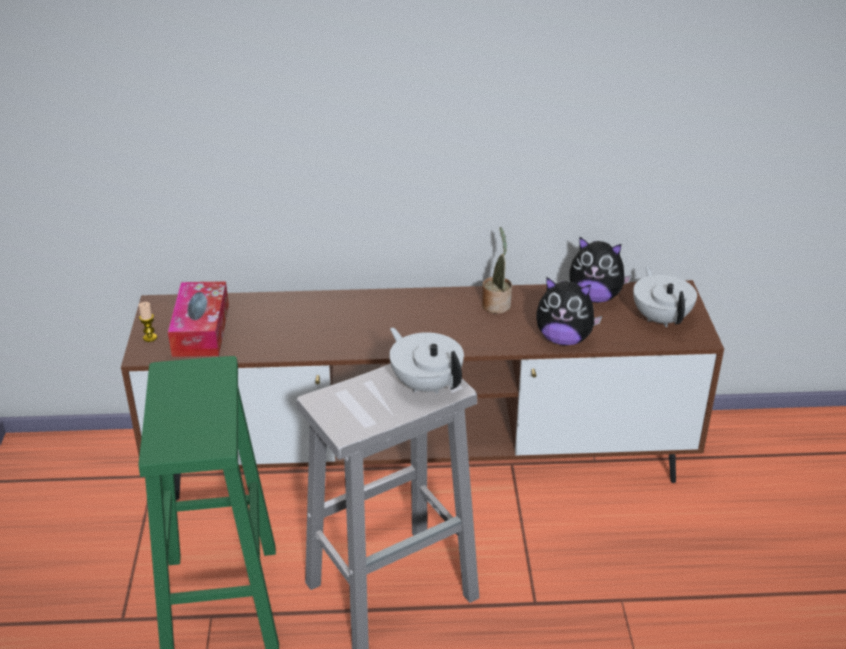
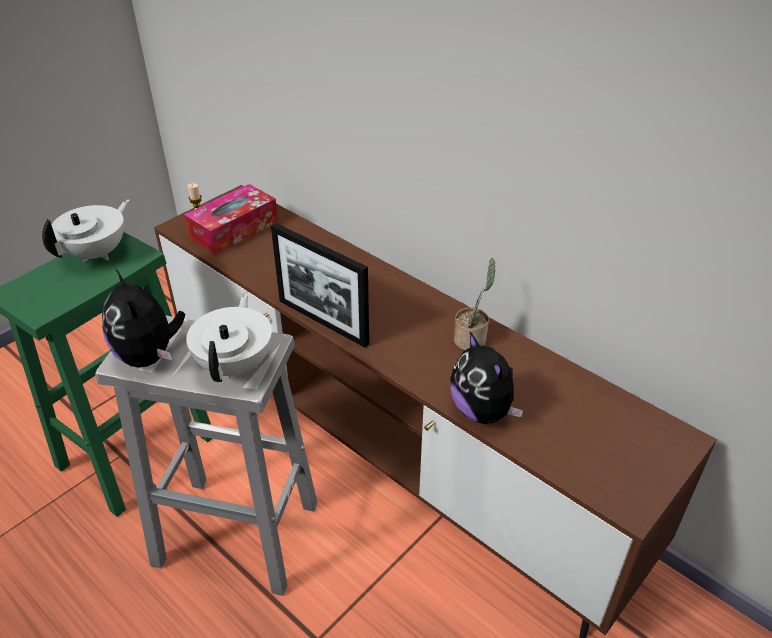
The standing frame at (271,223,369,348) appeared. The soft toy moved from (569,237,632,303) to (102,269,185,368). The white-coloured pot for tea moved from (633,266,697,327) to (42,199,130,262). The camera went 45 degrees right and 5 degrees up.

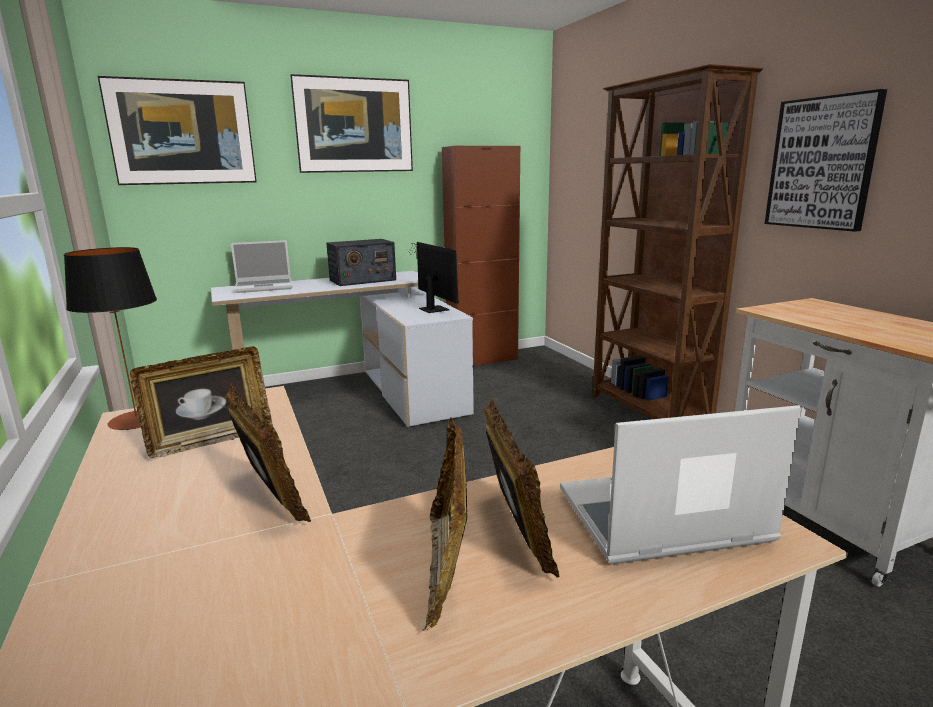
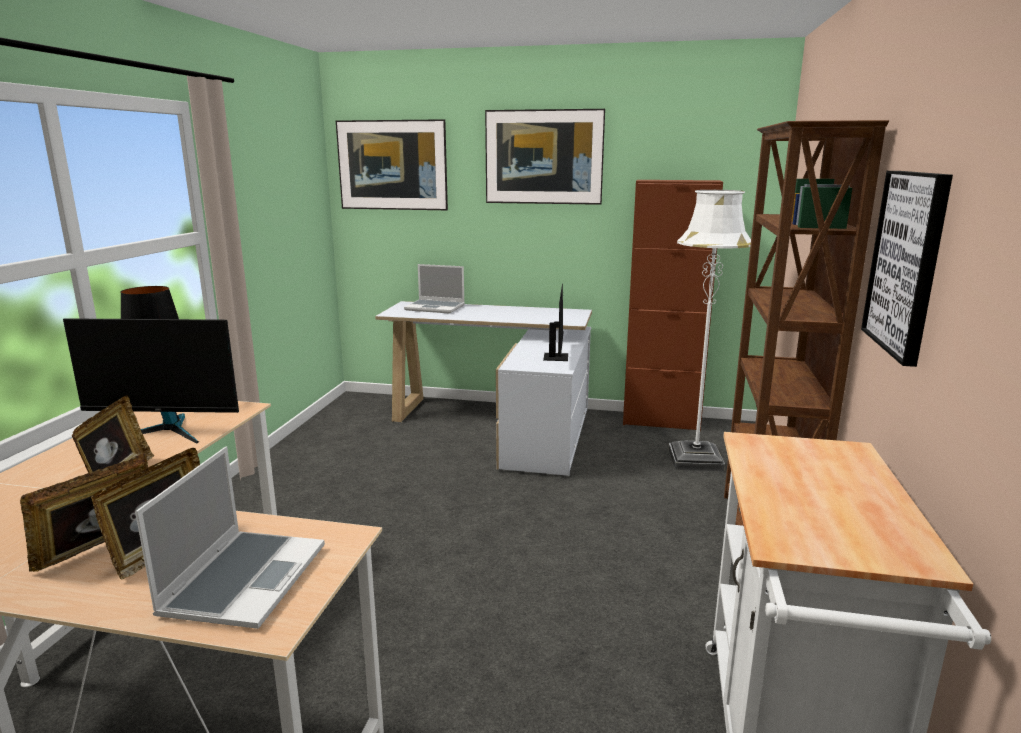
The radio receiver at (326,239,396,286) disappeared. The white-coloured floor lamp at (668,190,751,472) appeared. The standing frame at (130,347,273,458) was replaced by the computer screen at (63,318,239,444). The portable computer at (560,405,801,564) turned 75 degrees clockwise. The camera went 35 degrees right and 0 degrees up.

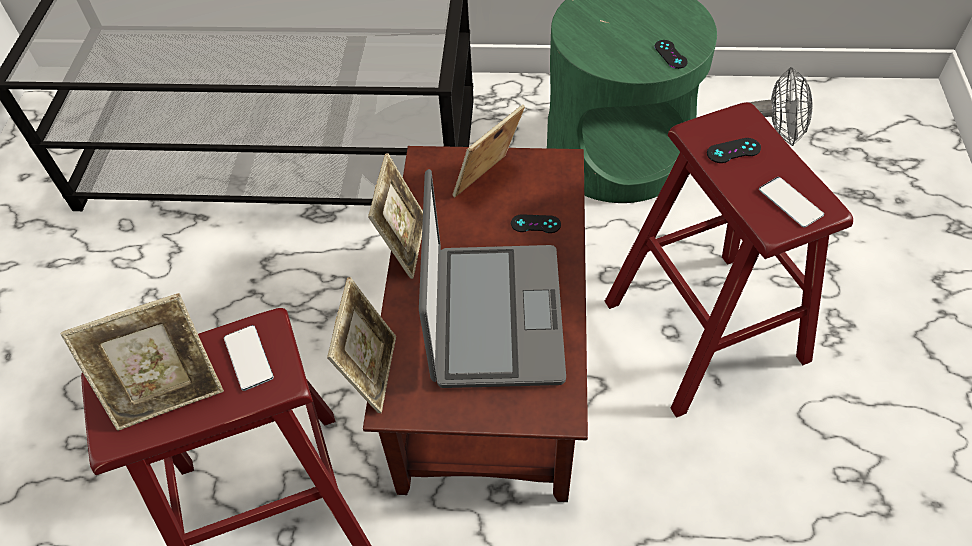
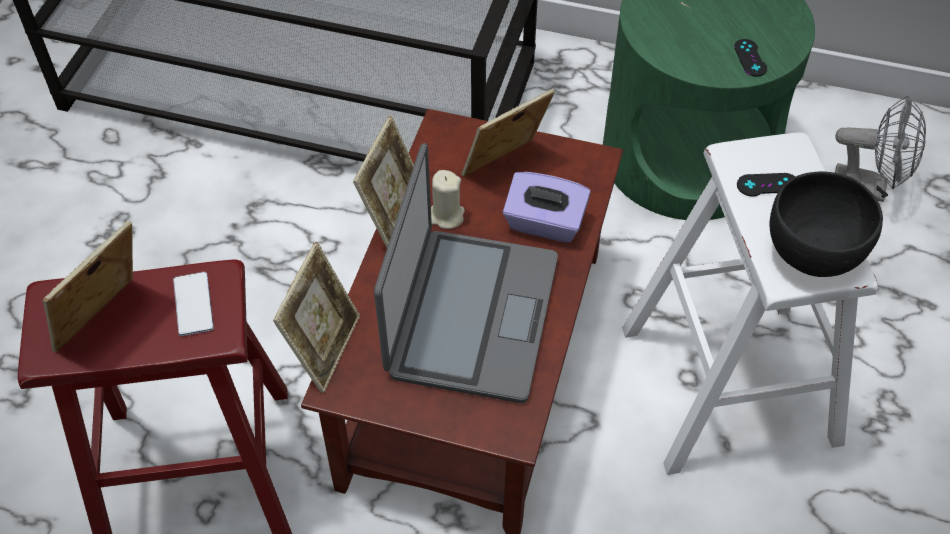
The sand-coloured wax light at (431,170,465,229) appeared. The black gamepad at (511,214,561,233) was replaced by the purple-coloured tissue holder at (503,172,591,243). The telephone at (759,177,824,227) was replaced by the black serving bowl at (769,172,883,277). The reddish stool at (605,102,853,418) became the white-coloured stool at (622,132,878,475). The standing frame at (61,293,224,431) turned 135 degrees clockwise. The camera went 10 degrees right and 0 degrees up.

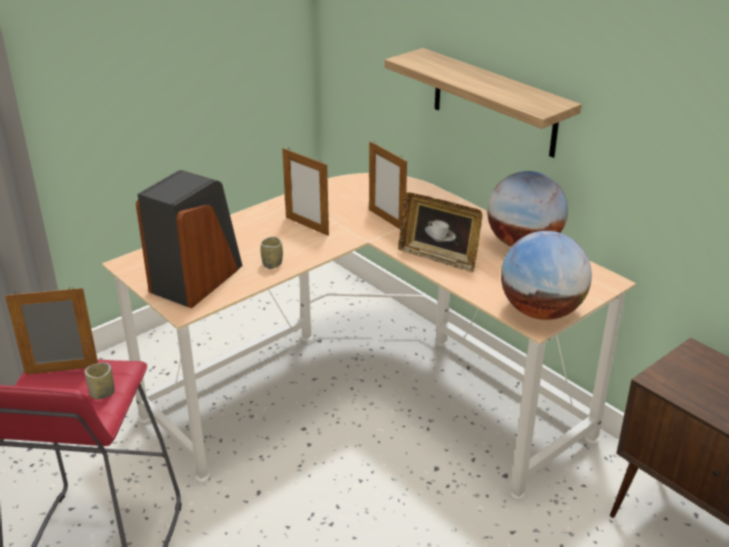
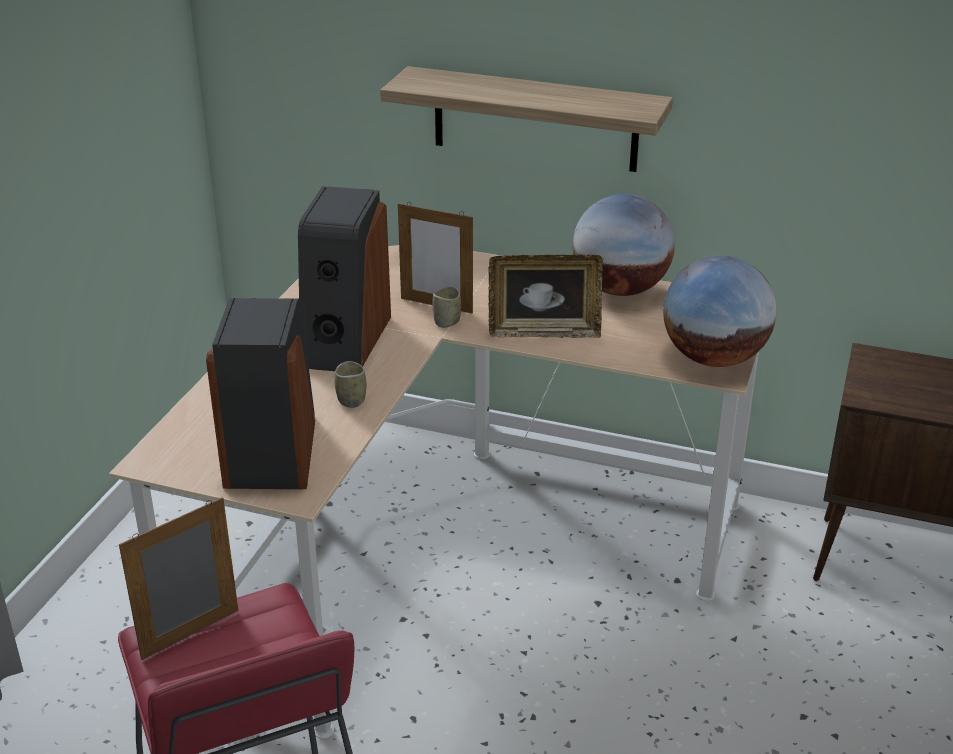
The cup moved from (84,363,115,399) to (432,286,461,328). The standing frame at (282,148,329,236) was replaced by the loudspeaker at (298,186,391,371). The camera went 30 degrees left and 0 degrees up.

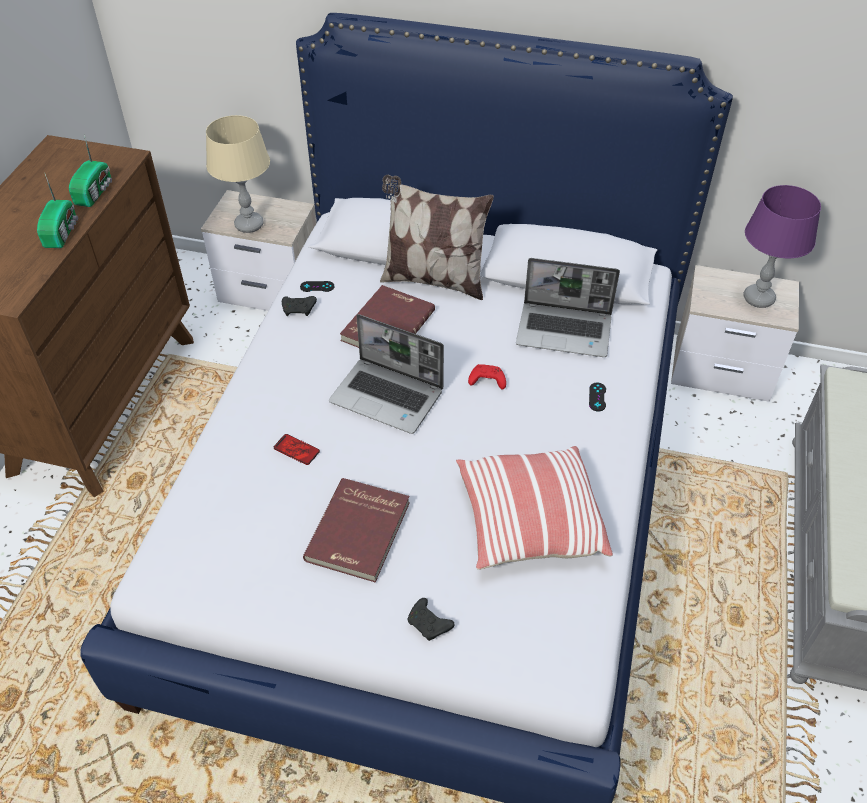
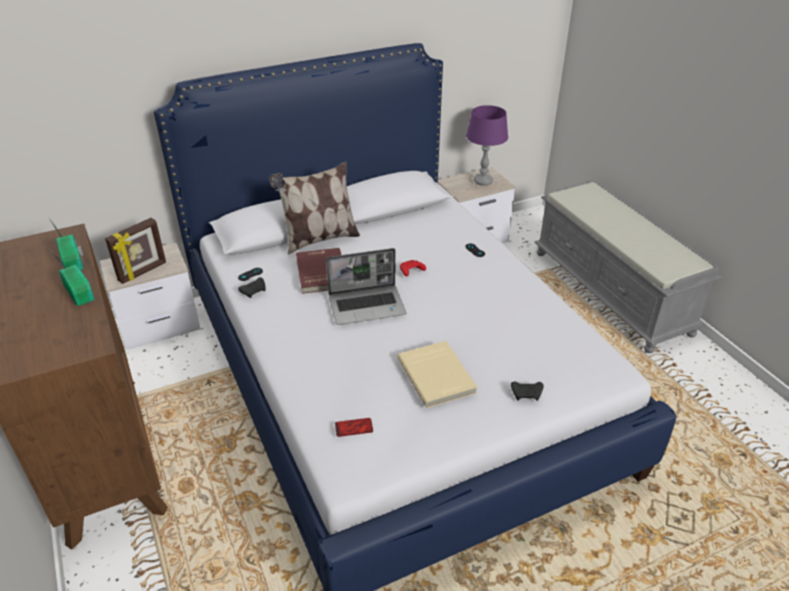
The throw pillow at (456,446,613,570) disappeared. The portable computer at (516,258,620,357) disappeared. The telephone moved from (274,434,320,465) to (335,418,373,437). The sand-coloured lamp for a table at (206,115,270,233) was replaced by the standing frame at (105,218,166,284). The reddish bound book at (303,478,410,582) became the sand-coloured bound book at (397,341,477,408). The camera went 40 degrees left and 10 degrees down.

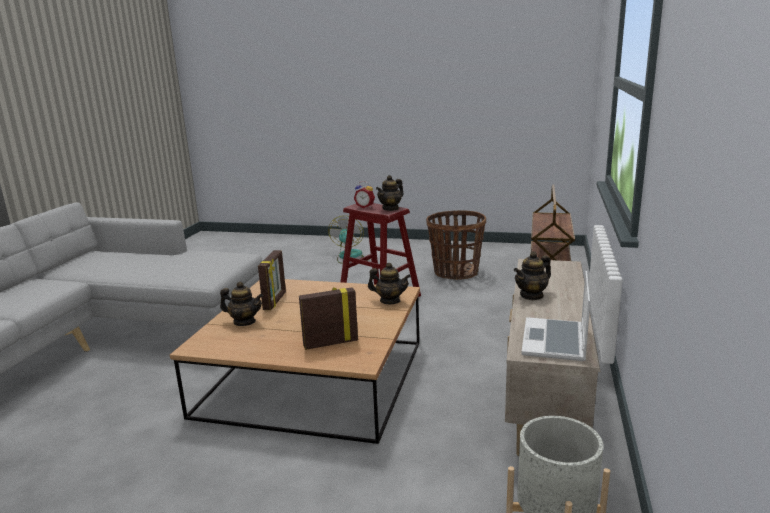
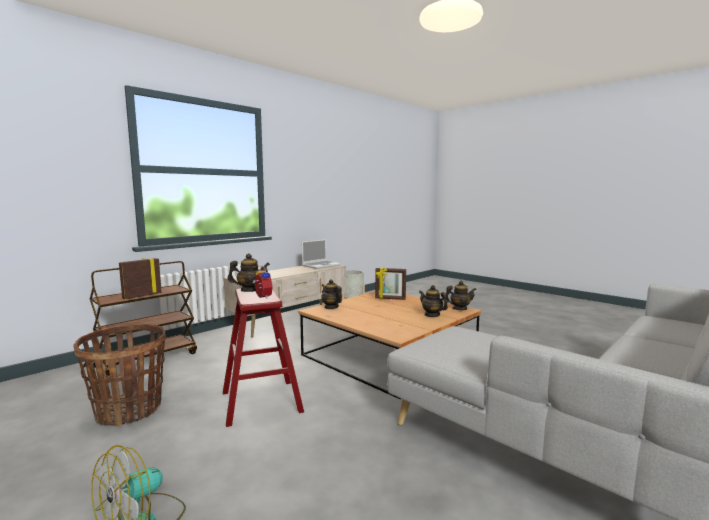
The standing frame moved from (258,250,286,310) to (119,258,162,299). The pot for tea moved from (514,251,551,300) to (446,280,476,310). The camera went 150 degrees left and 10 degrees down.

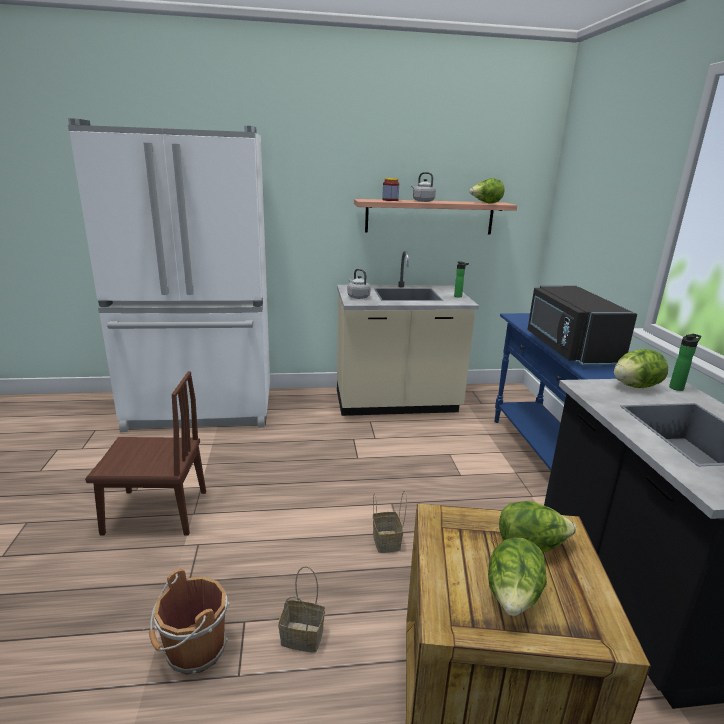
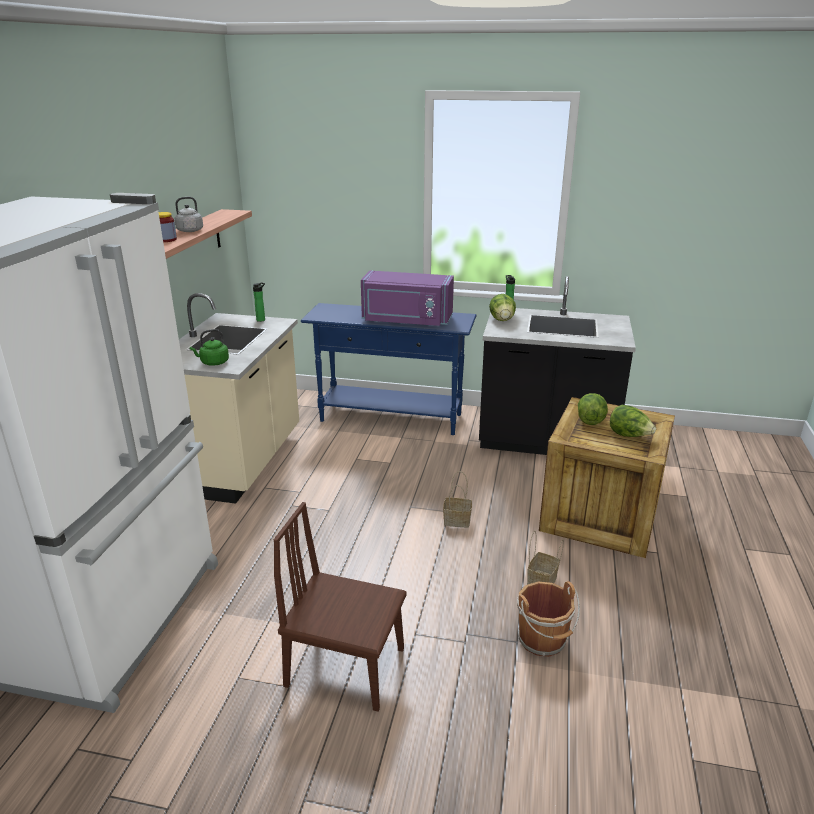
The lettuce at (469,178,504,204) disappeared. The grey kettle at (347,269,371,299) became the green-coloured kettle at (190,329,229,366). The black kitchen microwave at (527,286,637,365) became the purple-coloured kitchen microwave at (361,271,454,326). The brown-coloured upright chair at (85,371,206,535) turned 90 degrees counterclockwise. The camera went 70 degrees left and 5 degrees up.

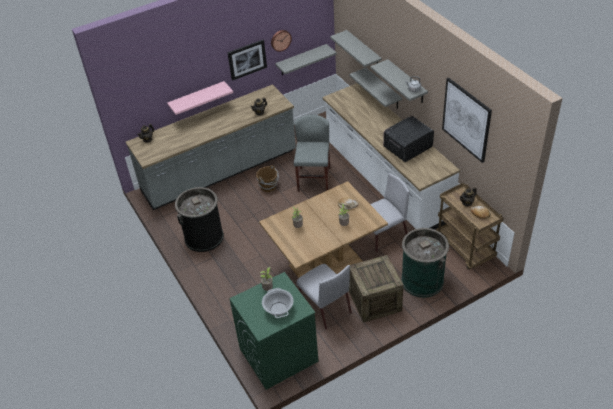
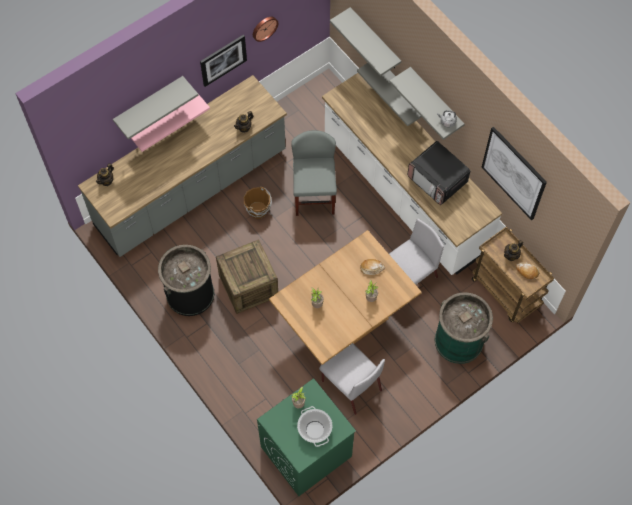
The grey shelf moved from (275,44,337,75) to (113,76,199,140). The crate moved from (349,255,403,323) to (216,239,278,314). The kitchen microwave at (383,116,434,162) turned 90 degrees counterclockwise. The camera went 10 degrees left and 20 degrees up.

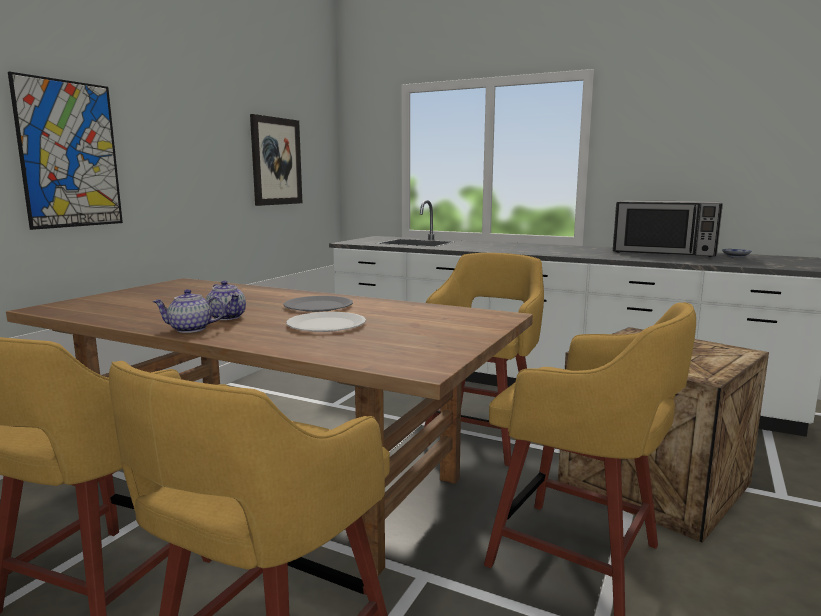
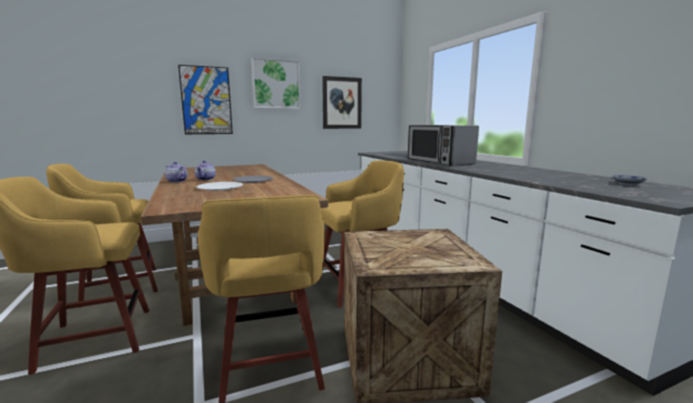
The wall picture at (251,57,301,109) appeared. The kitchen microwave moved from (613,200,723,257) to (408,125,479,166). The camera went 40 degrees right and 0 degrees up.

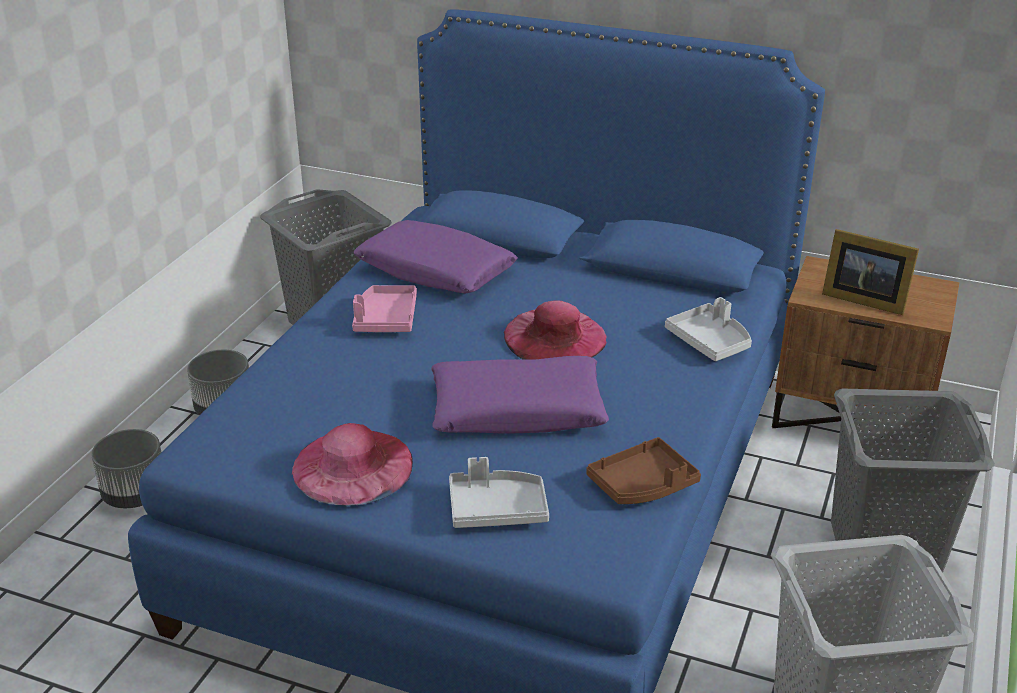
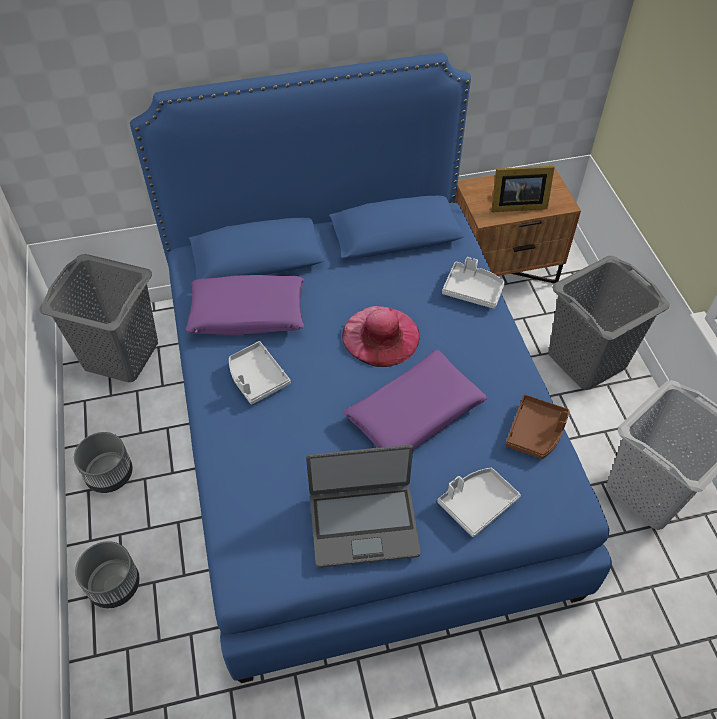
The pink wearable hat at (292,423,413,506) was replaced by the portable computer at (306,445,421,568). The pink tray at (352,285,417,332) became the grey tray at (229,341,291,405). The camera went 35 degrees left and 20 degrees up.

